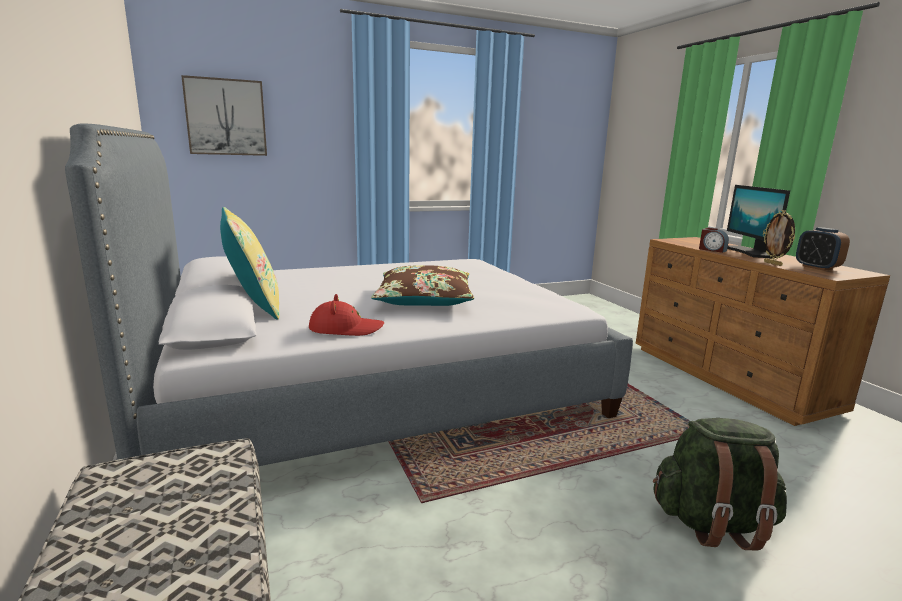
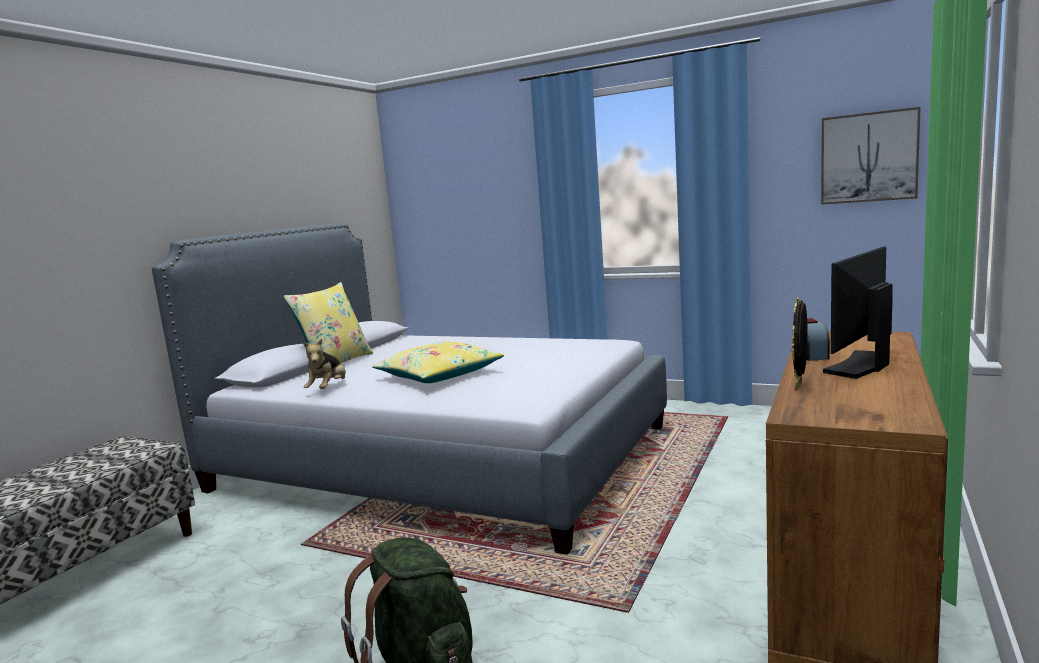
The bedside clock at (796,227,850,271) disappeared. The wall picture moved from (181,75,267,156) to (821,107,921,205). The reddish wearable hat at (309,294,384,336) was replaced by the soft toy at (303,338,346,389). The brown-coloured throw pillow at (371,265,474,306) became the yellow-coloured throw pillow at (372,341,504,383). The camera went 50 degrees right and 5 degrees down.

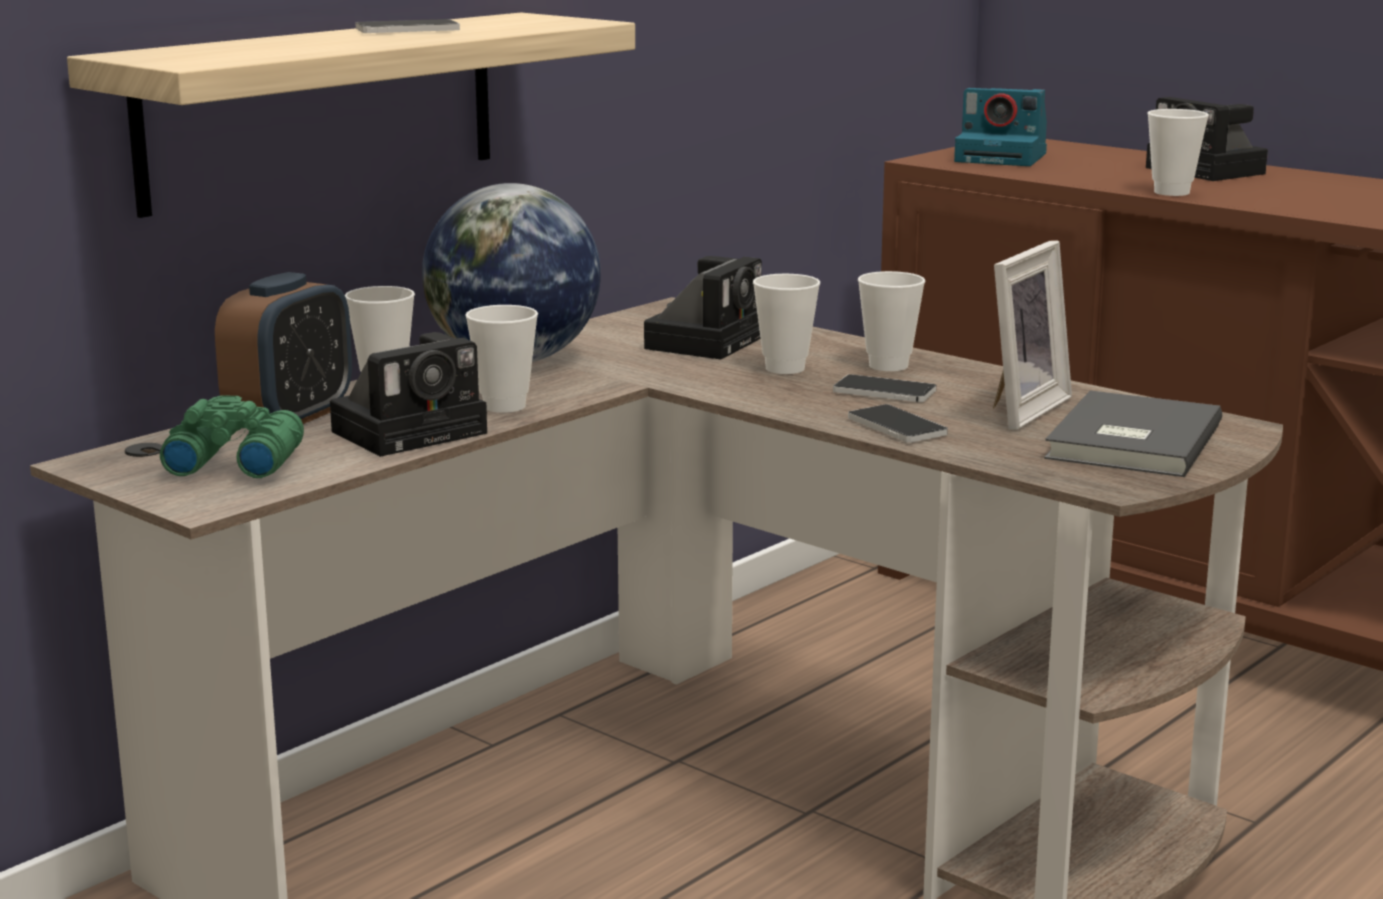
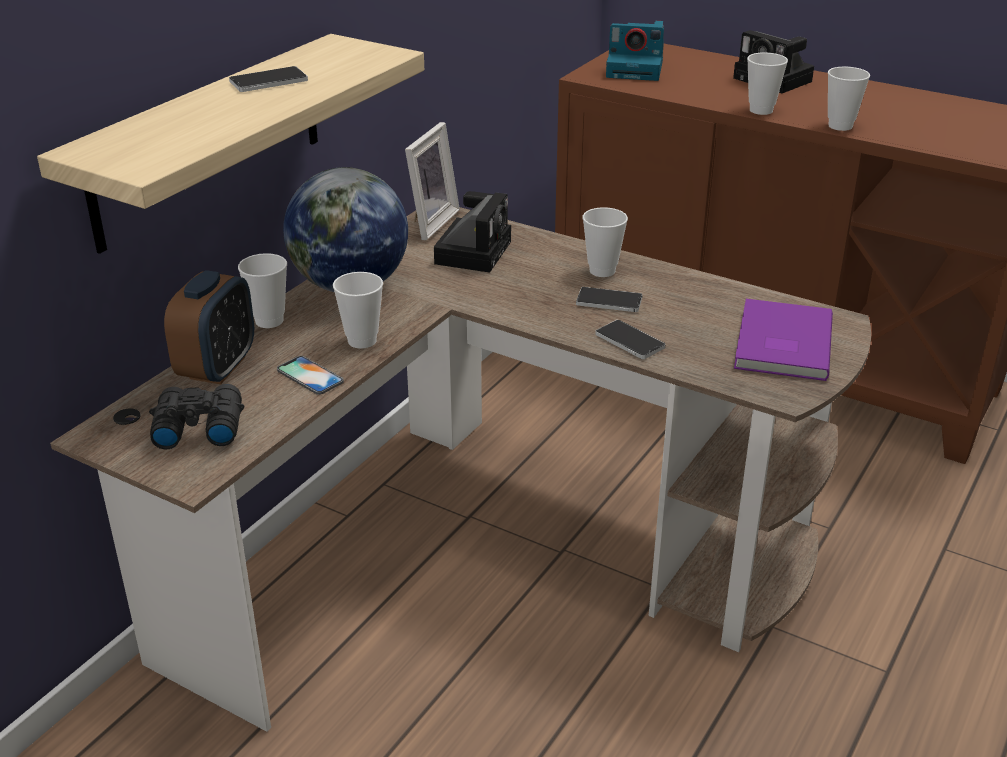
The cup moved from (753,274,820,374) to (828,67,870,131). The standing frame moved from (993,240,1072,430) to (405,122,460,240). The still camera at (330,332,487,457) was replaced by the telephone at (277,356,344,395). The green-coloured binoculars at (160,395,304,478) became the black binoculars at (149,384,244,449). The grey bound book at (1044,390,1222,477) became the purple-coloured bound book at (734,299,833,381). The camera went 10 degrees left and 15 degrees up.

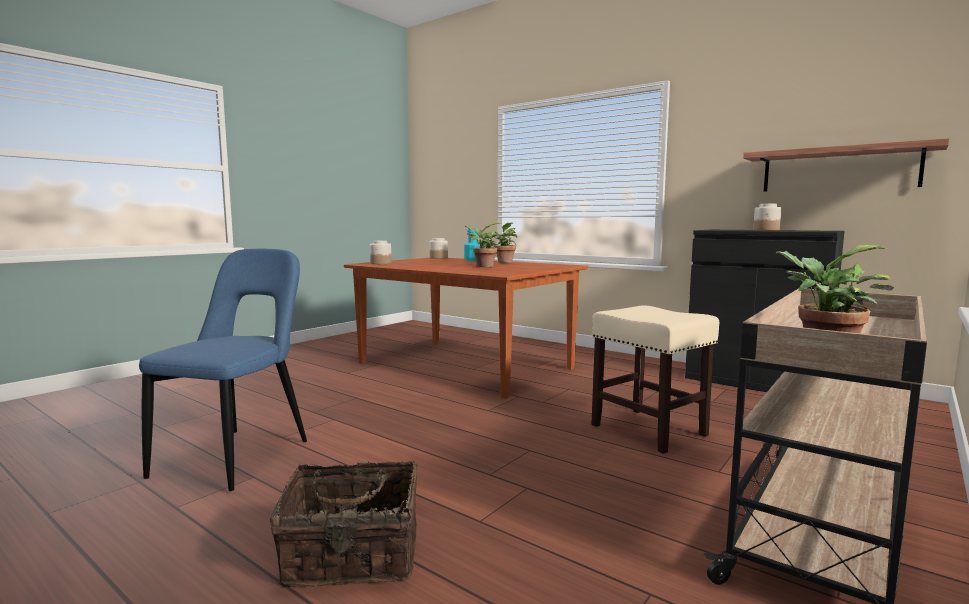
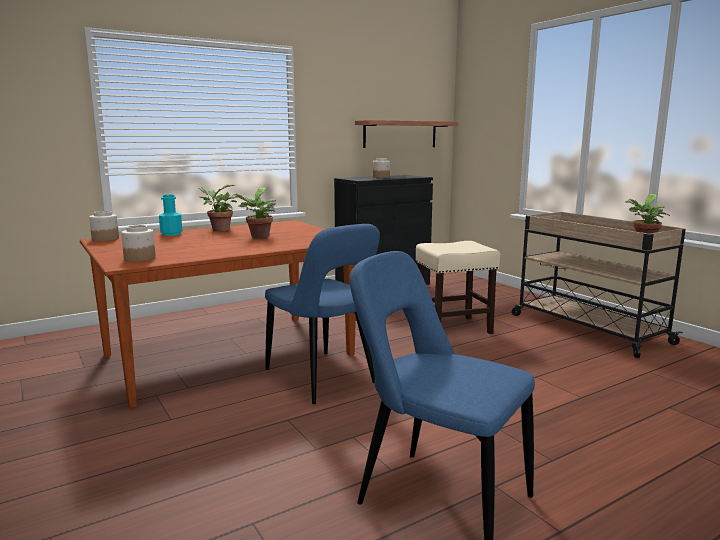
The basket at (270,461,417,587) disappeared. The blue upright chair at (265,224,380,404) appeared. The camera went 70 degrees left and 5 degrees up.

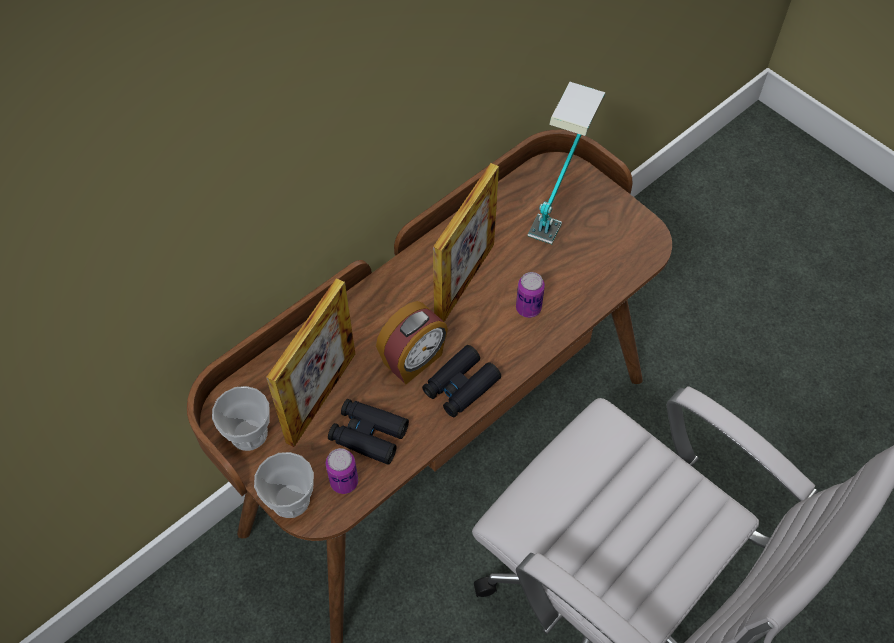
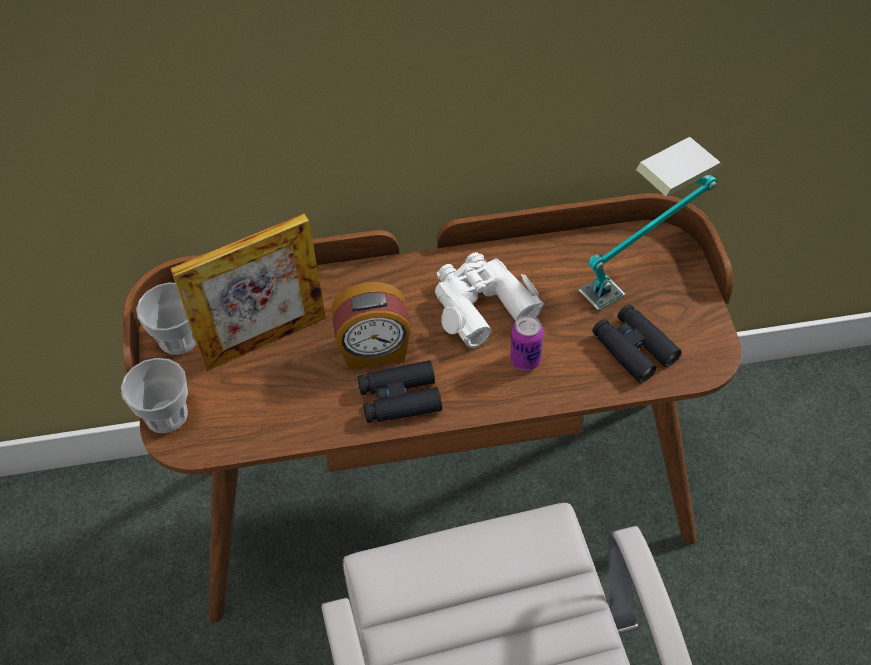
The sealed can at (326,448,358,494) disappeared. The black binoculars moved from (328,399,409,465) to (592,304,681,383). The standing frame at (433,163,499,322) was replaced by the white-coloured binoculars at (435,252,544,348). The camera went 35 degrees right and 5 degrees down.

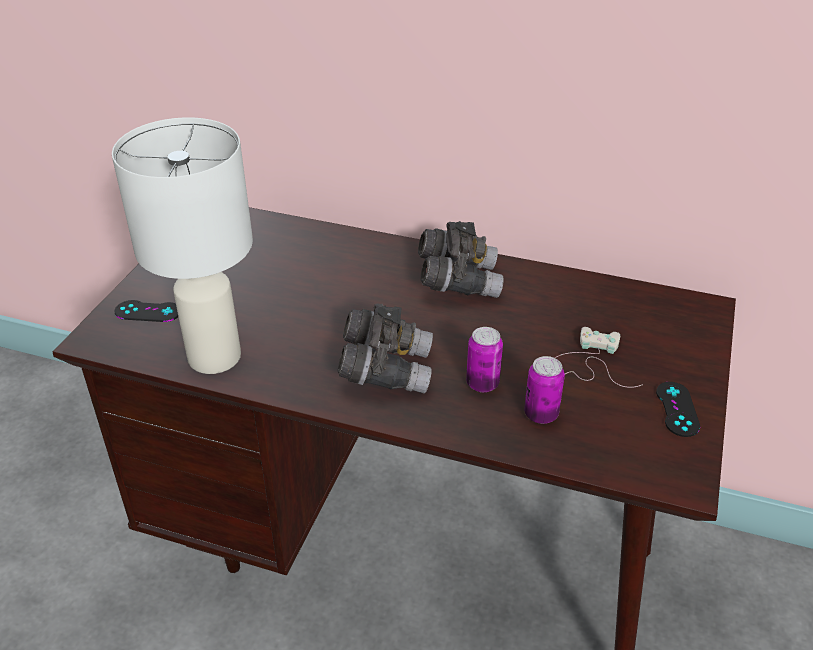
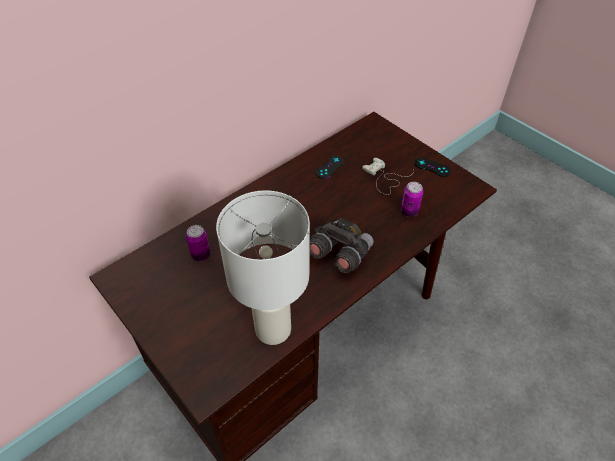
The grey binoculars at (418,221,504,298) disappeared. The black gamepad moved from (114,300,178,322) to (316,155,344,179). The sealed can moved from (466,327,503,392) to (186,225,211,261). The camera went 60 degrees left and 10 degrees up.

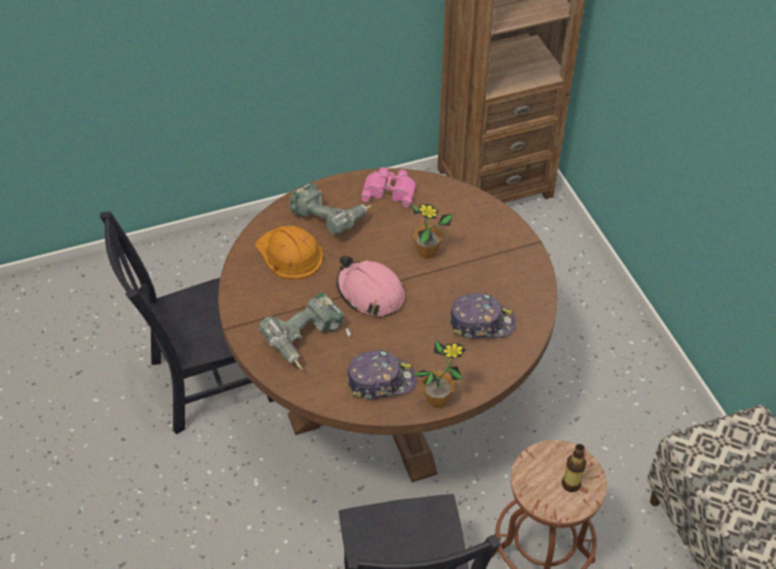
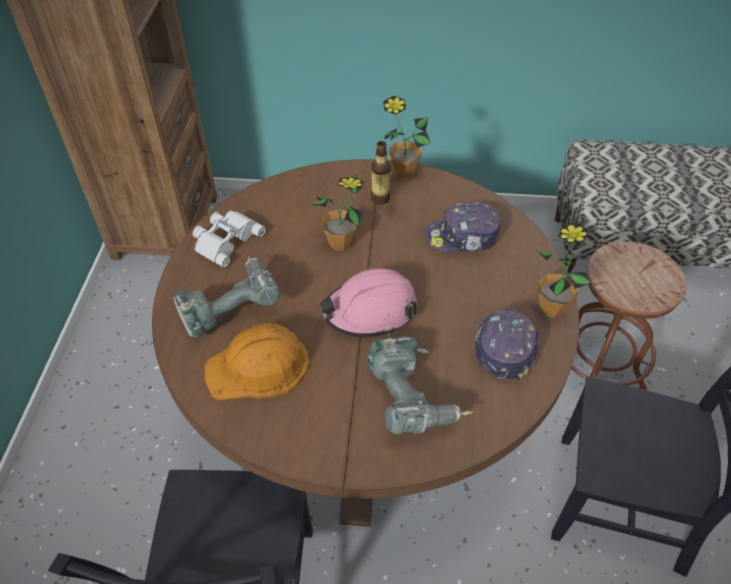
The houseplant at (383,96,430,179) appeared. The bottle moved from (562,444,586,492) to (371,141,391,205). The pink binoculars at (361,167,416,207) became the white-coloured binoculars at (193,210,266,268). The baseball cap at (449,293,516,338) turned 120 degrees counterclockwise. The camera went 65 degrees left and 0 degrees up.

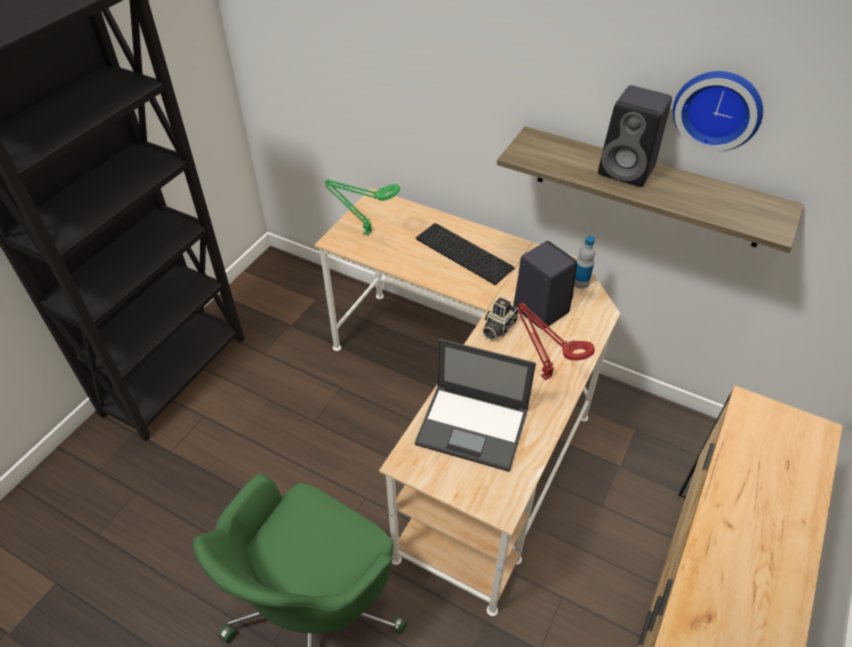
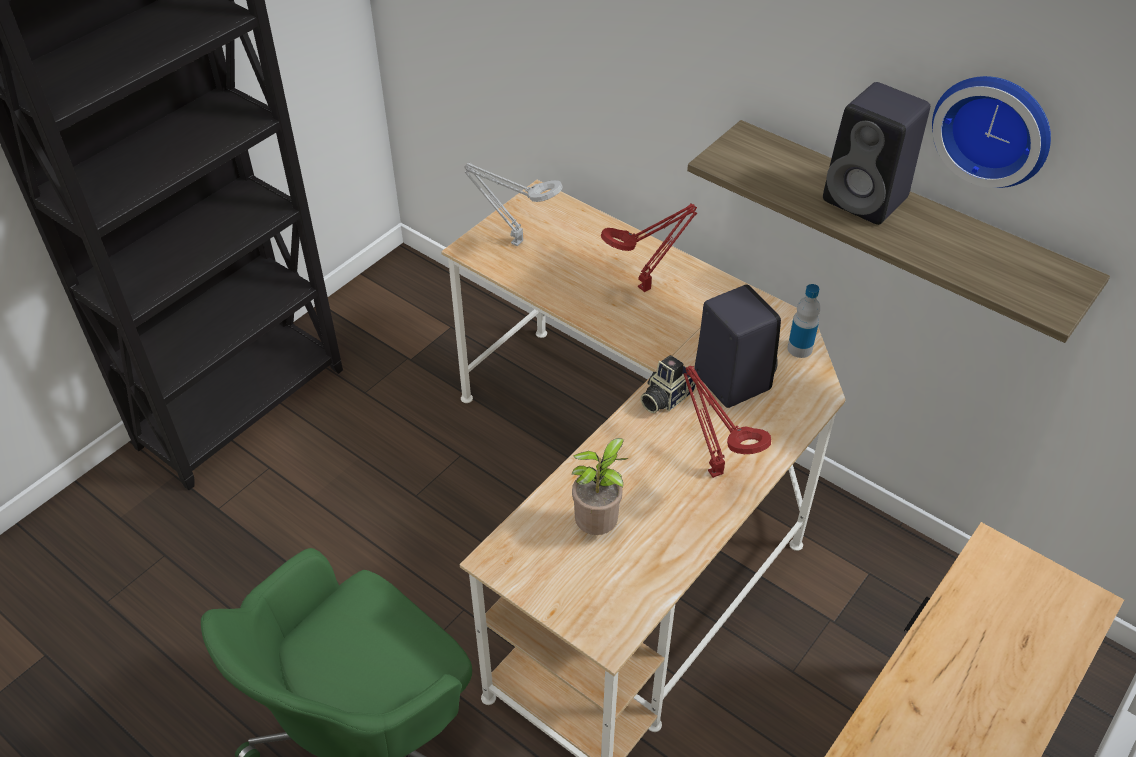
The portable computer at (414,339,536,472) was replaced by the houseplant at (572,438,628,535). The keyboard at (416,223,514,285) was replaced by the reddish lamp for a table at (601,203,698,292). The green-coloured lamp for a table at (325,179,400,235) became the grey lamp for a table at (464,163,563,246). The camera went 10 degrees right and 0 degrees up.

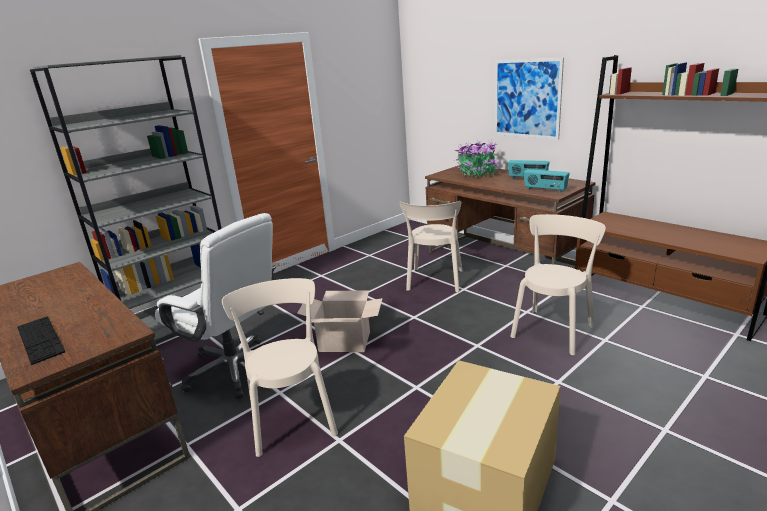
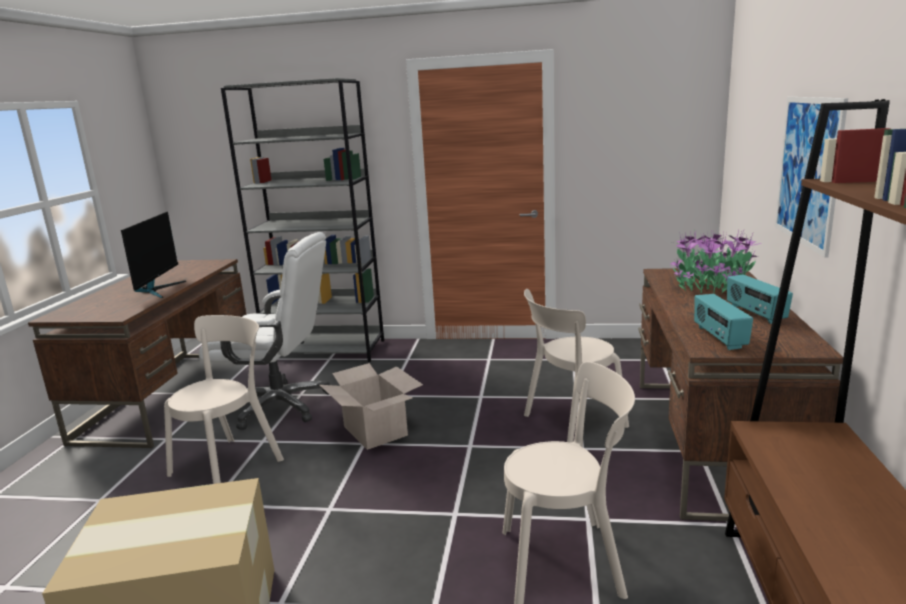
The keyboard at (17,316,65,365) disappeared. The computer screen at (121,212,187,298) appeared. The white-coloured desk chair at (155,213,276,399) turned 75 degrees counterclockwise. The camera went 50 degrees right and 5 degrees down.

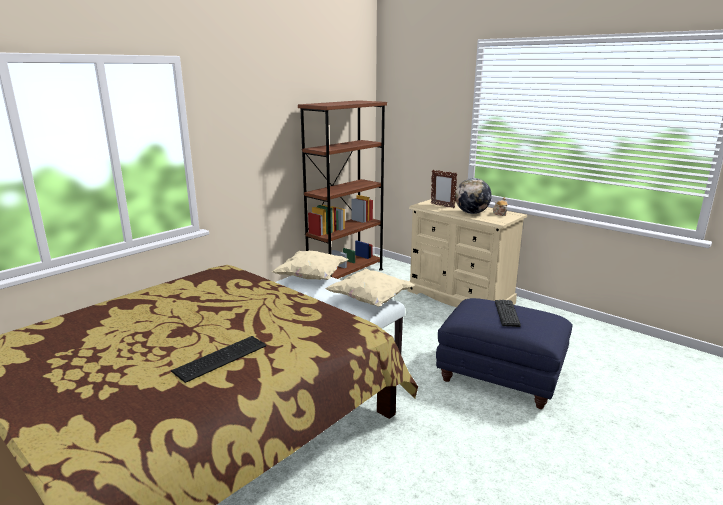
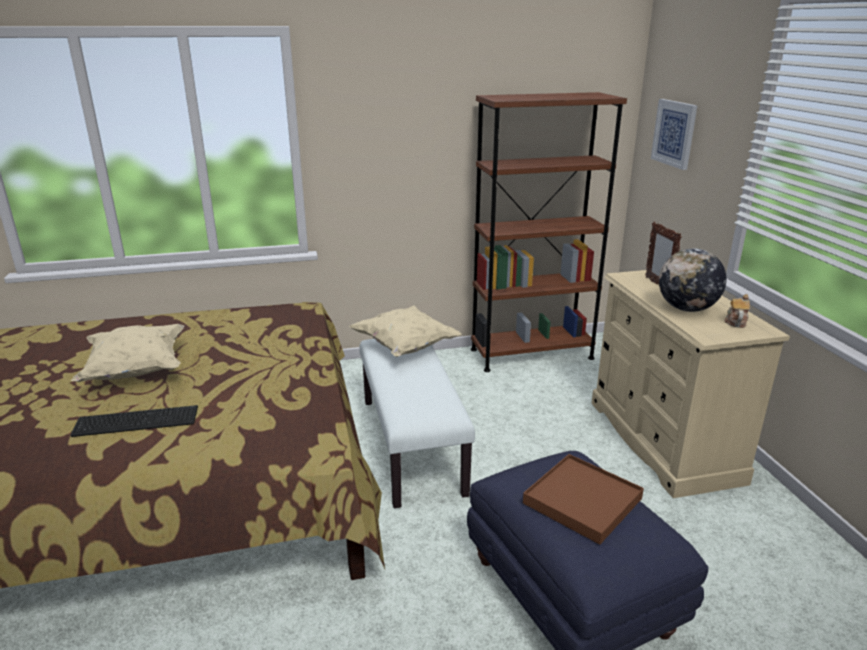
The wall picture at (651,99,697,170) appeared. The sand-coloured throw pillow moved from (325,268,415,307) to (71,324,185,382). The keyboard at (495,300,521,327) was replaced by the brown-coloured tray at (523,454,644,545). The camera went 35 degrees right and 5 degrees up.

